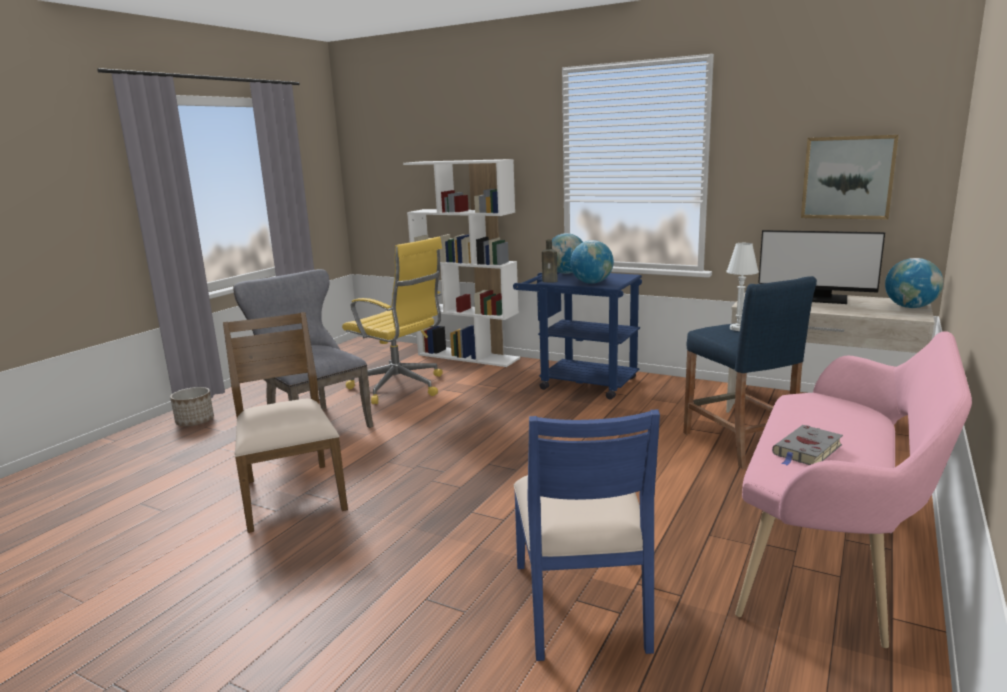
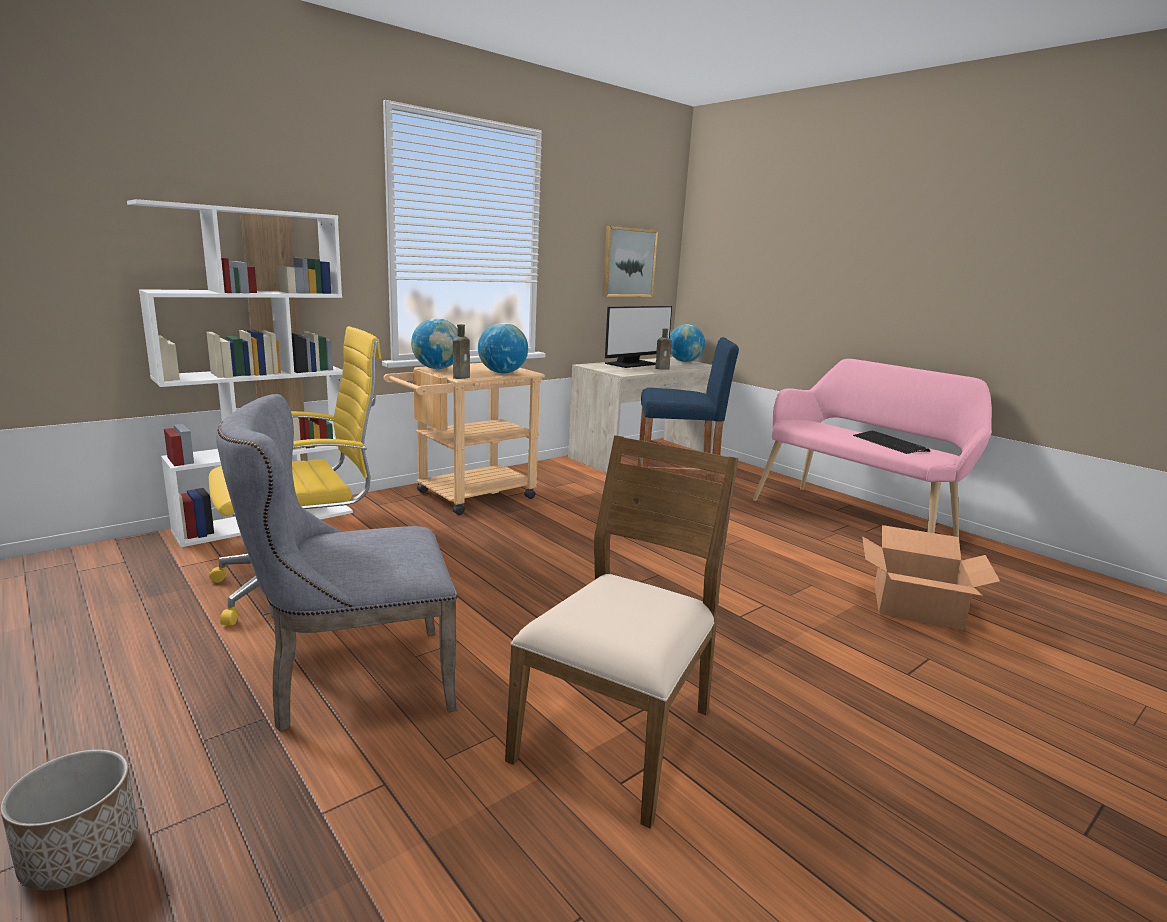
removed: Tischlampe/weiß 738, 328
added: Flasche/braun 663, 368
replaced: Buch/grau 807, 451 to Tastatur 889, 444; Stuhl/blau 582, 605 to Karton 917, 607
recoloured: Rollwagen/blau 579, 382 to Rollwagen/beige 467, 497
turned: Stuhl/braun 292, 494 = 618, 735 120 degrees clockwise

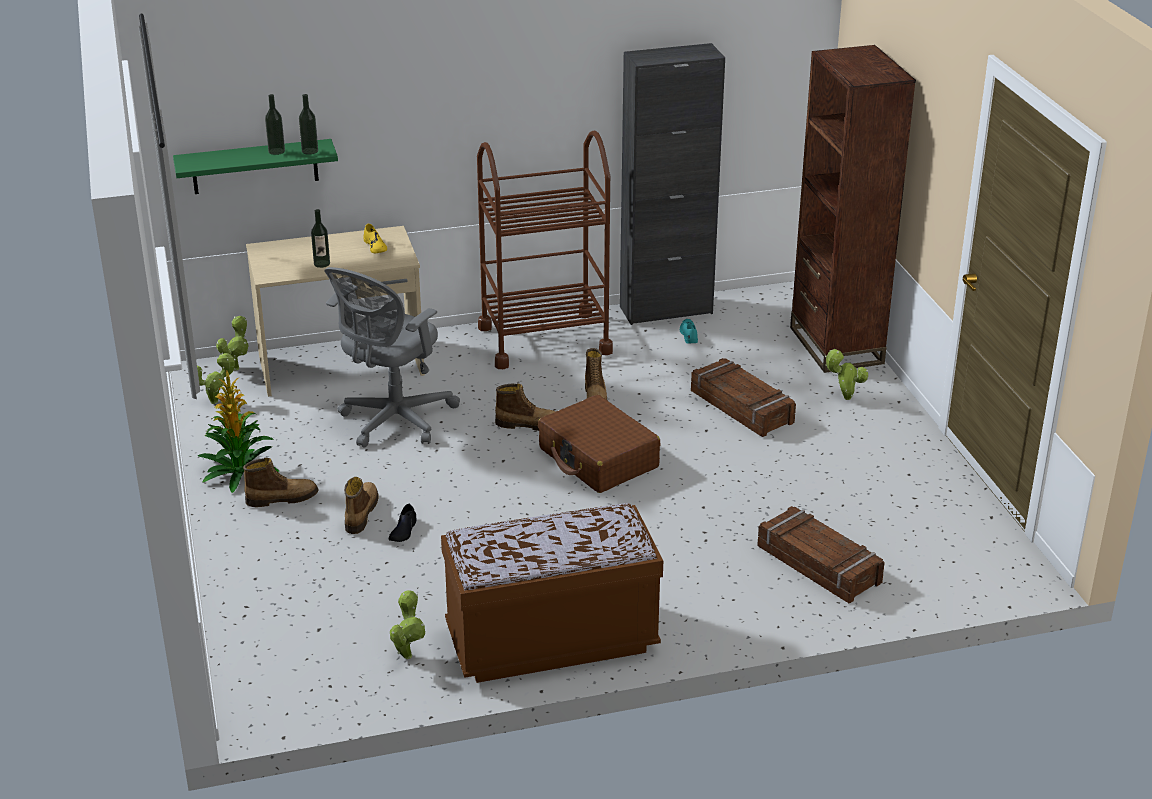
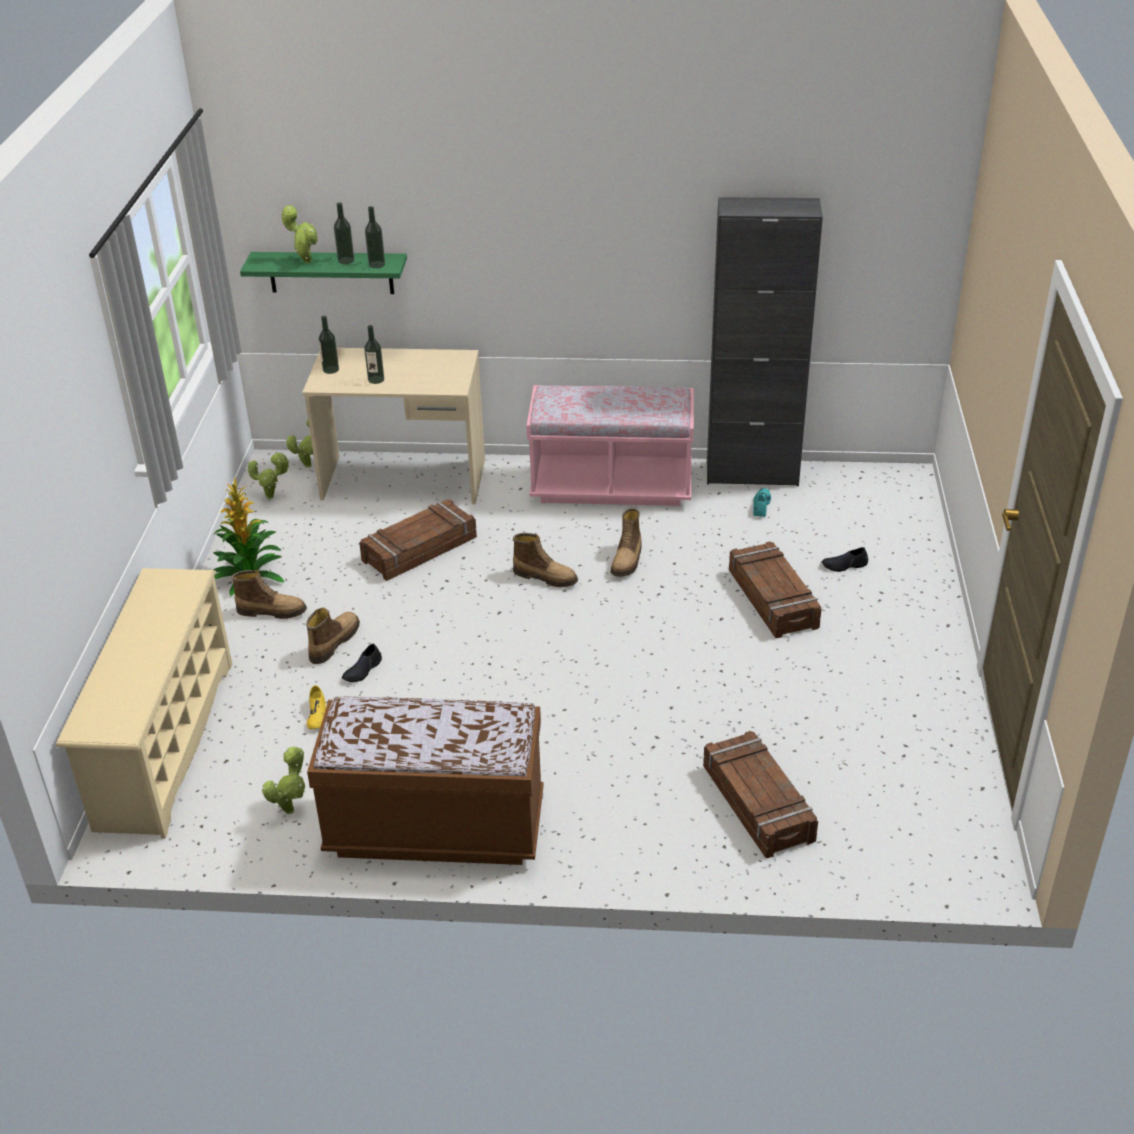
removed: Koffer/braun 598, 458; Bücherregal/braun 836, 345
added: Schuhregal/beige 163, 743; Flasche 331, 370; Schuh/schwarz 844, 565
moved: Topfpflanze 844, 398 to 305, 261; Schuh/gelb 375, 246 to 317, 715
replaced: Bürostuhl/grau 393, 421 to Kiste 419, 549; Rollwagen/braun 544, 340 to Bank/rosa 611, 486

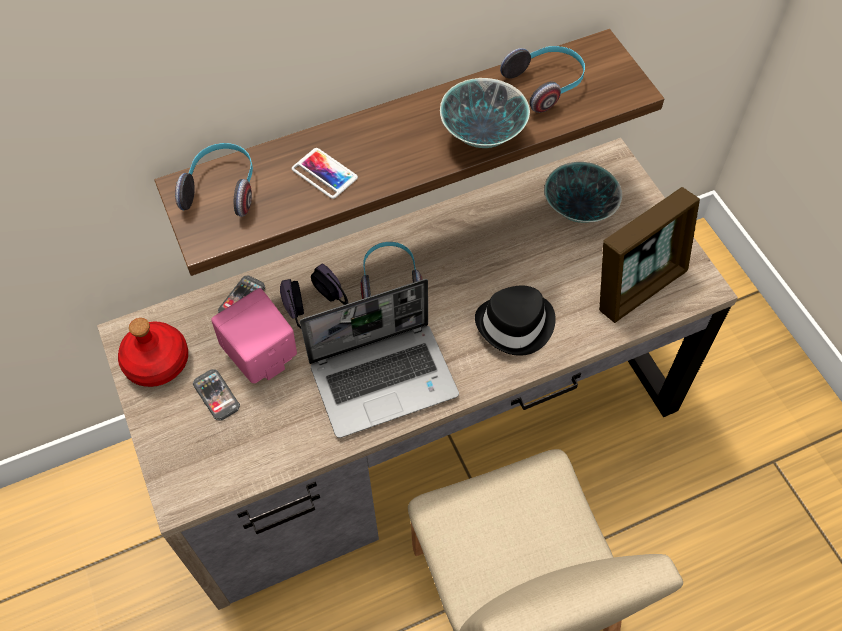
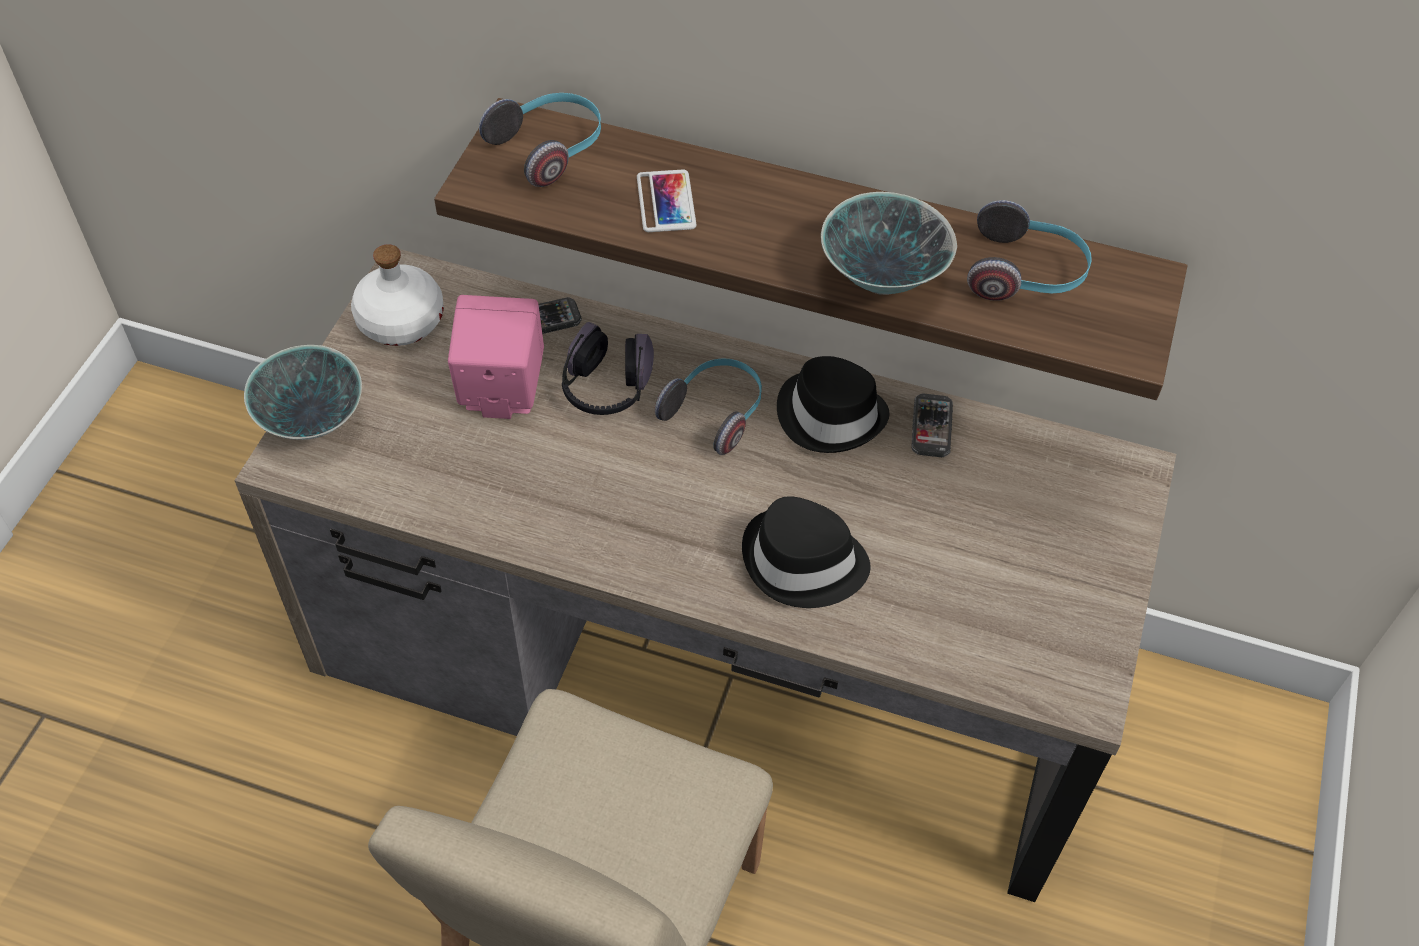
removed: Laptop 385, 378; Bilderrahmen 638, 285
added: Hut/schwarz 831, 415
moved: Schüssel 578, 211 to 312, 420; Handy 216, 395 to 931, 427
recoloured: Flasche/rot 157, 363 to Flasche/weiß 399, 321

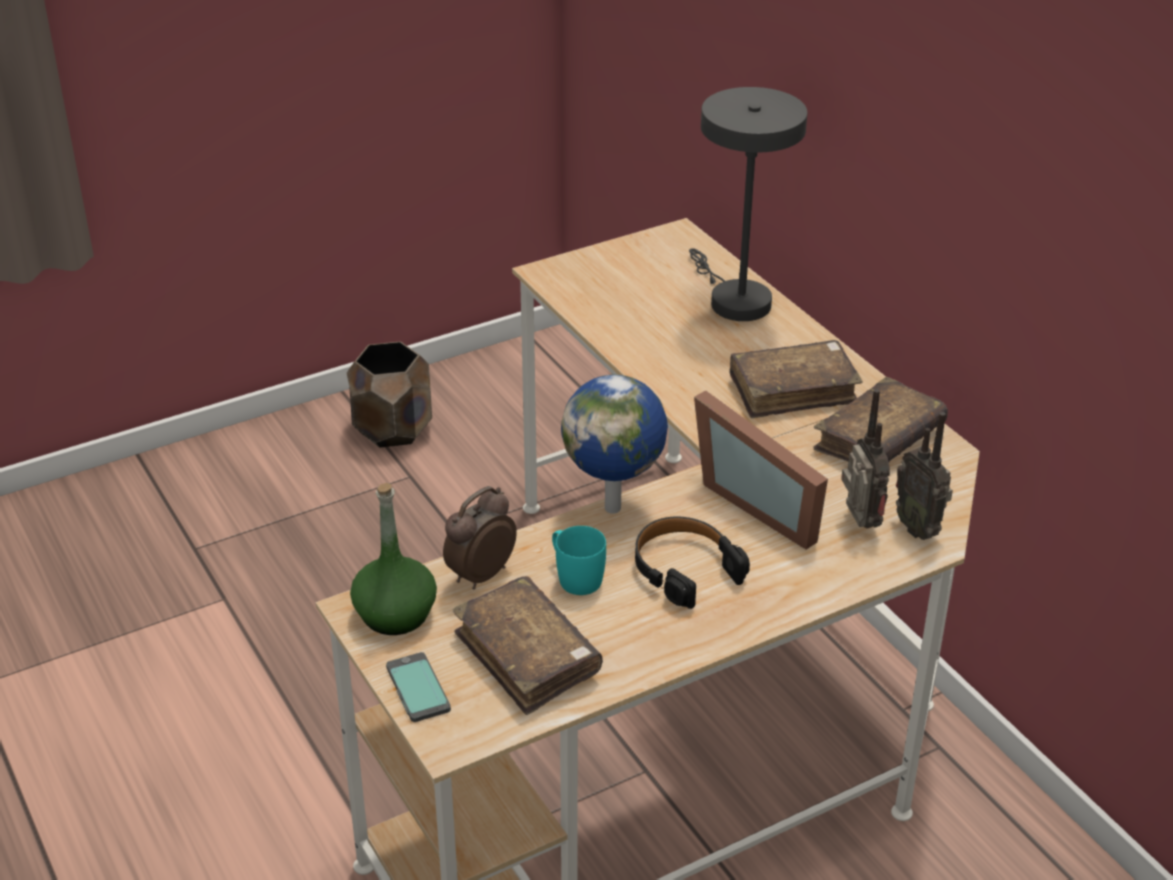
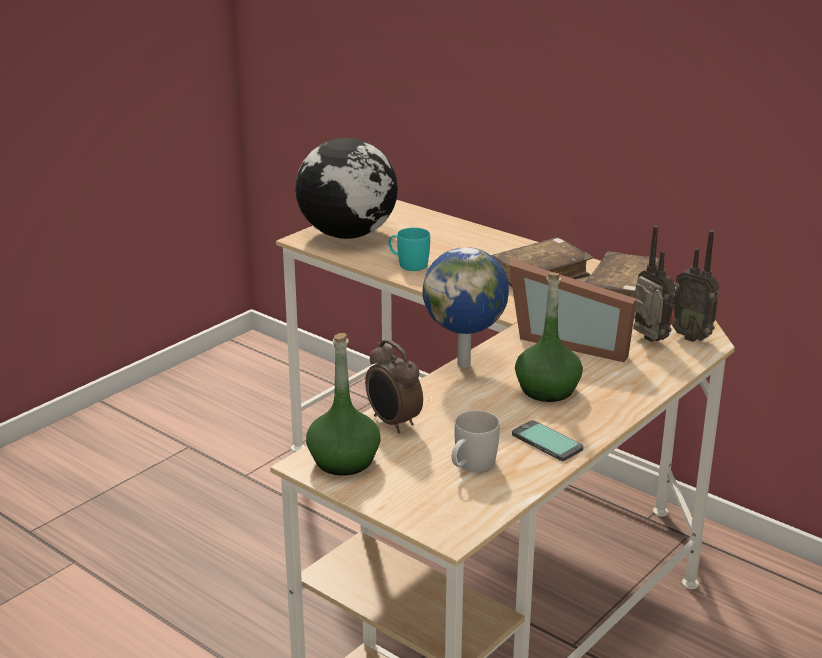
removed: Pflanzkübel/braun 393, 429; Tischlampe/grau 734, 299
added: Globus 348, 235
moved: Henkelbecher/türkis 574, 576 to 408, 264; Handy 417, 688 to 546, 442
replaced: Buch/braun 527, 657 to Henkelbecher/weiß 471, 466; Kopfhörer/schwarz 685, 569 to Flasche/grün 547, 390
turned: Wecker 479, 575 = 393, 423 60 degrees counterclockwise

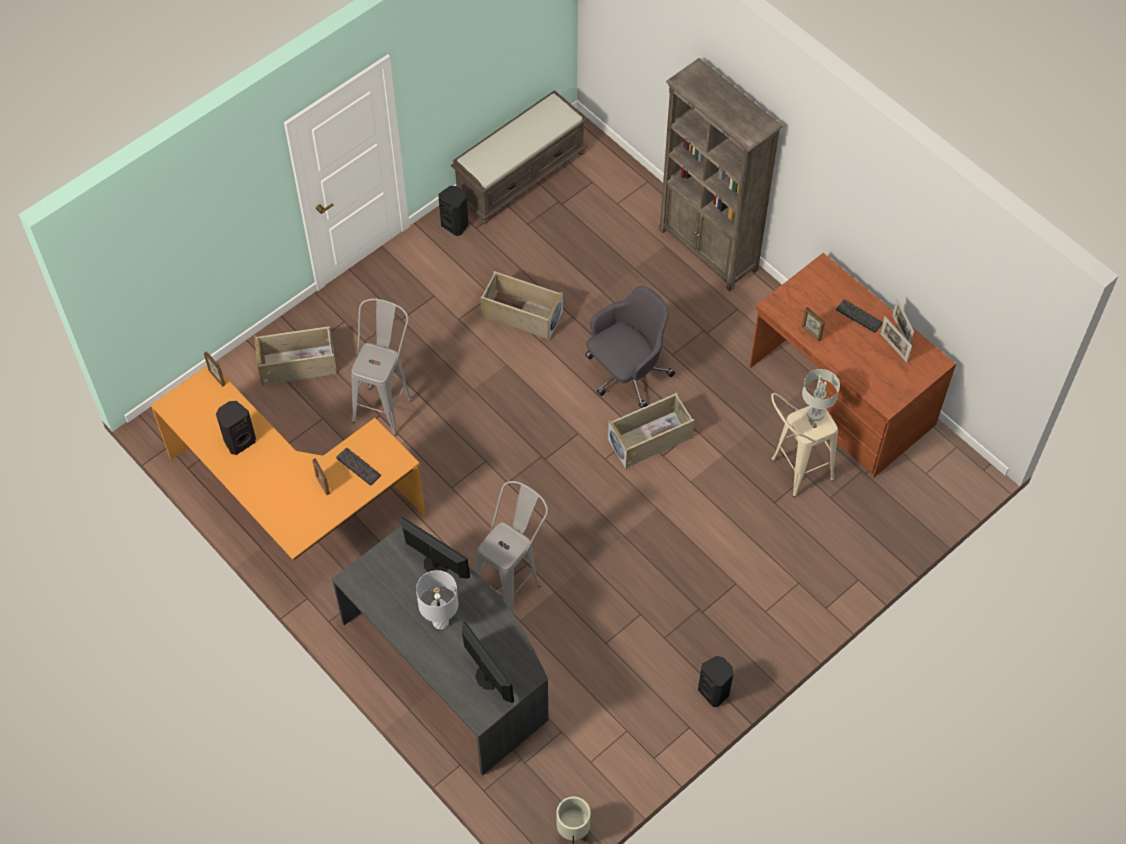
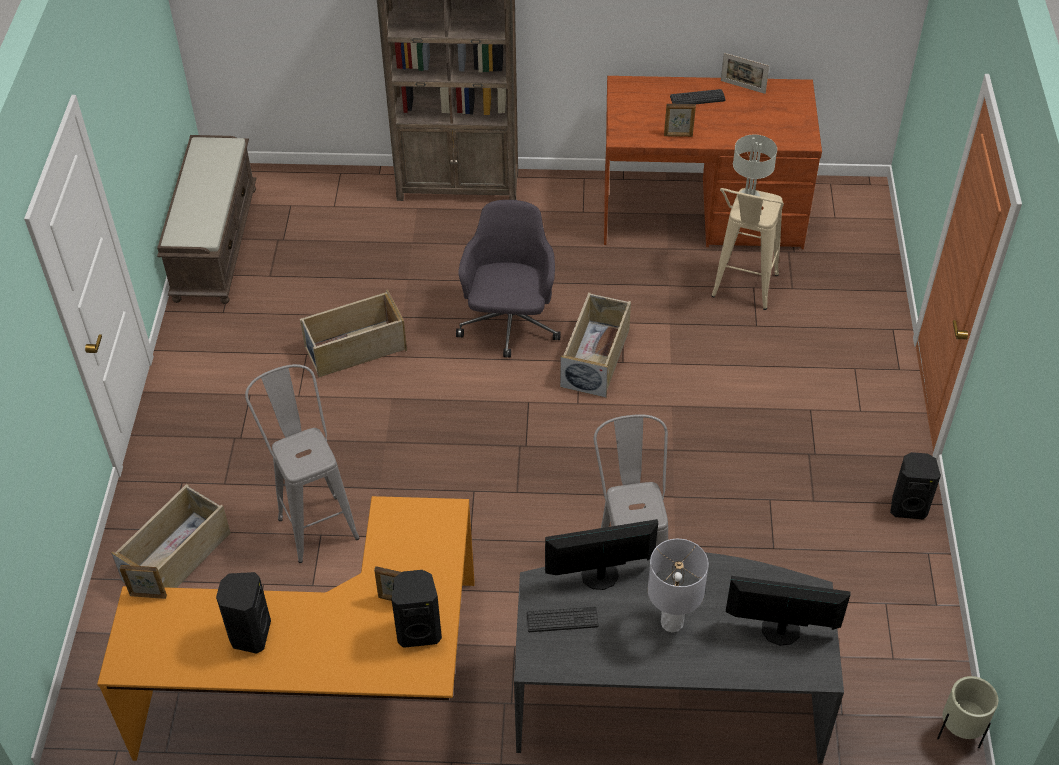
removed: Bilderrahmen 893, 348
moved: Lautsprecher/schwarz 455, 224 to 419, 631; Tastatur 358, 466 to 562, 620

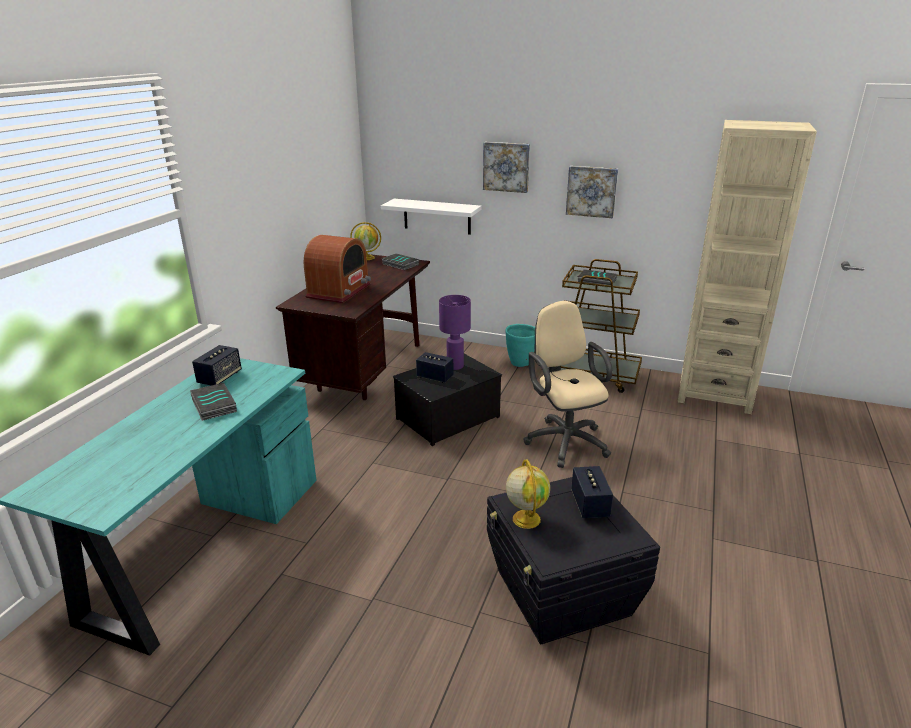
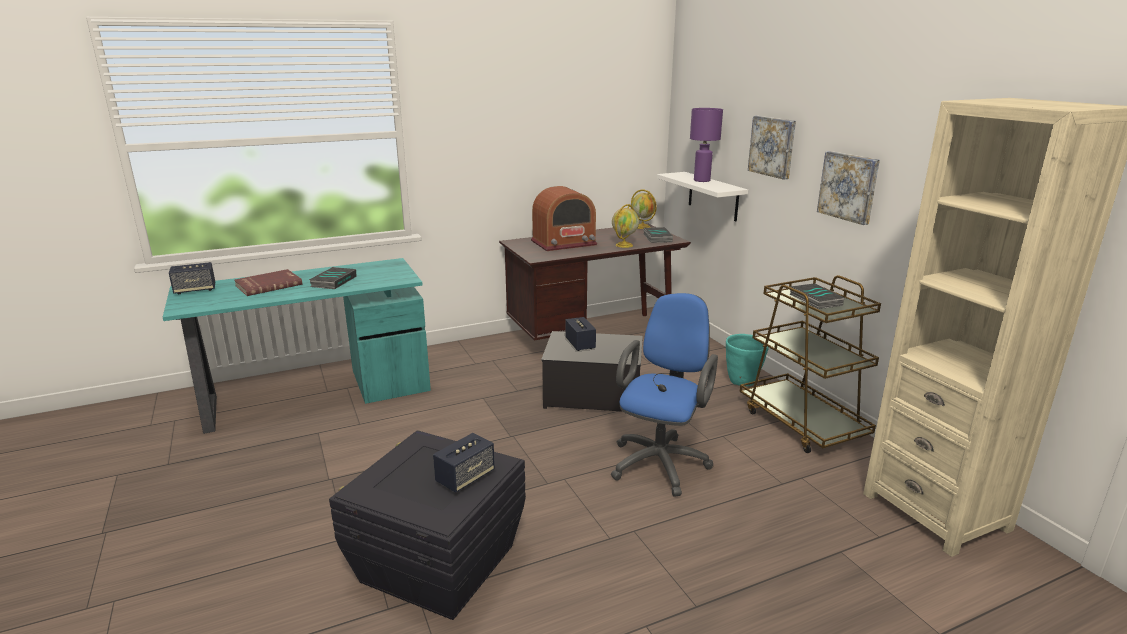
added: Buch/rot 268, 285
moved: Lautsprecher 220, 378 to 195, 290; Globus 526, 518 to 624, 245; Tischlampe/lila 454, 366 to 701, 180
recoloured: Bürostuhl/beige 564, 440 to Bürostuhl/blau 661, 461

